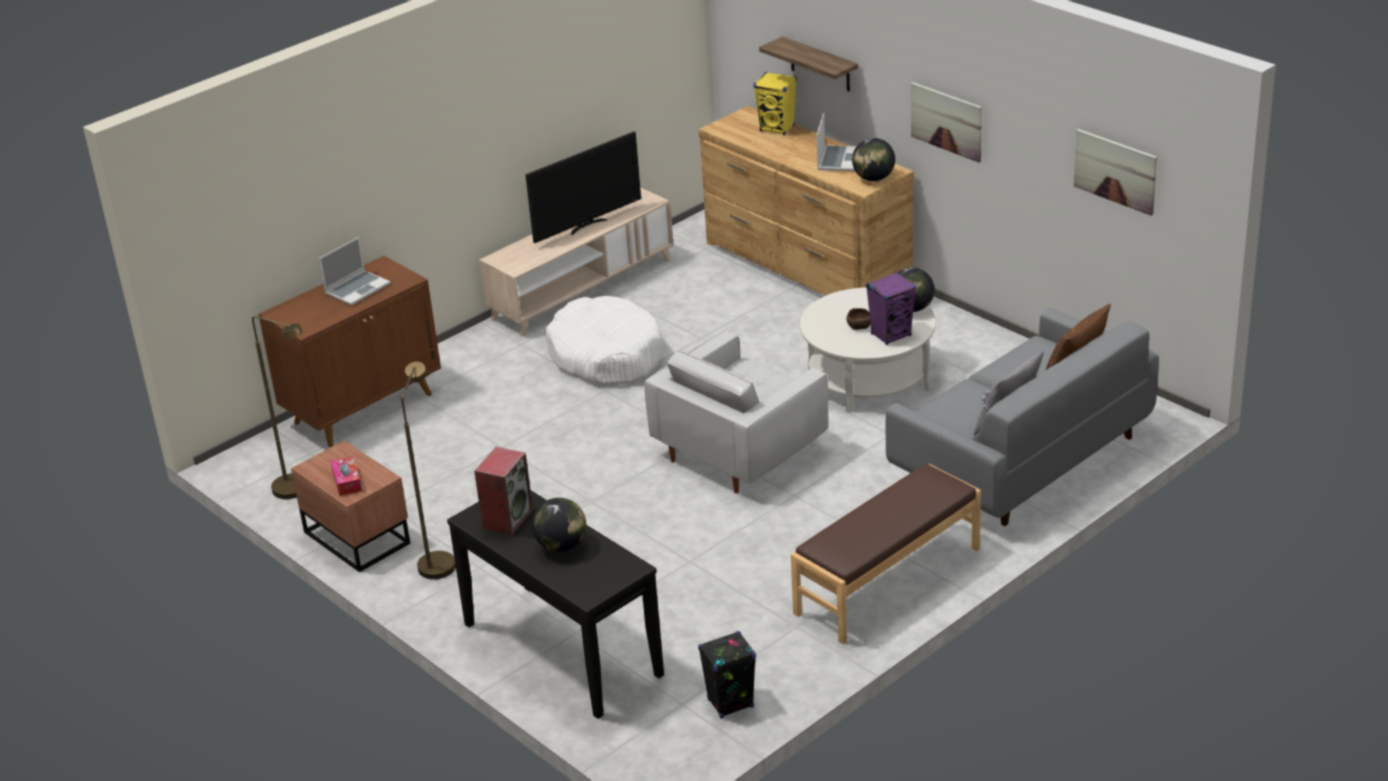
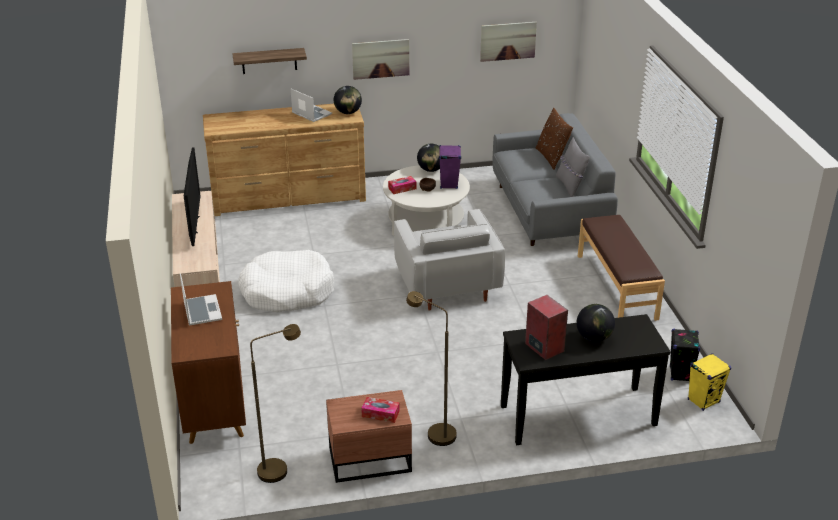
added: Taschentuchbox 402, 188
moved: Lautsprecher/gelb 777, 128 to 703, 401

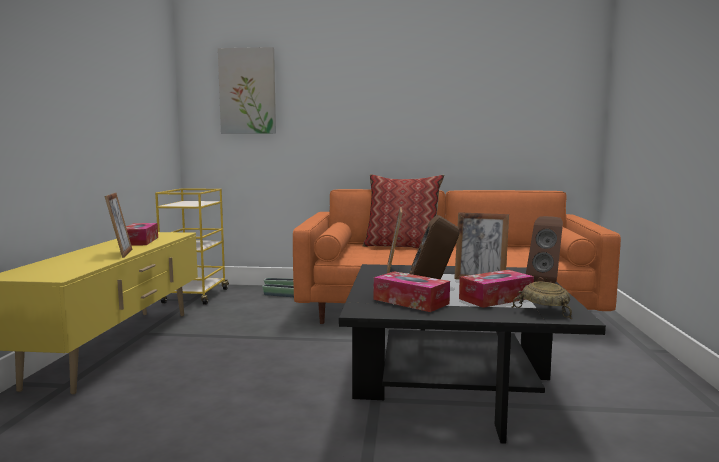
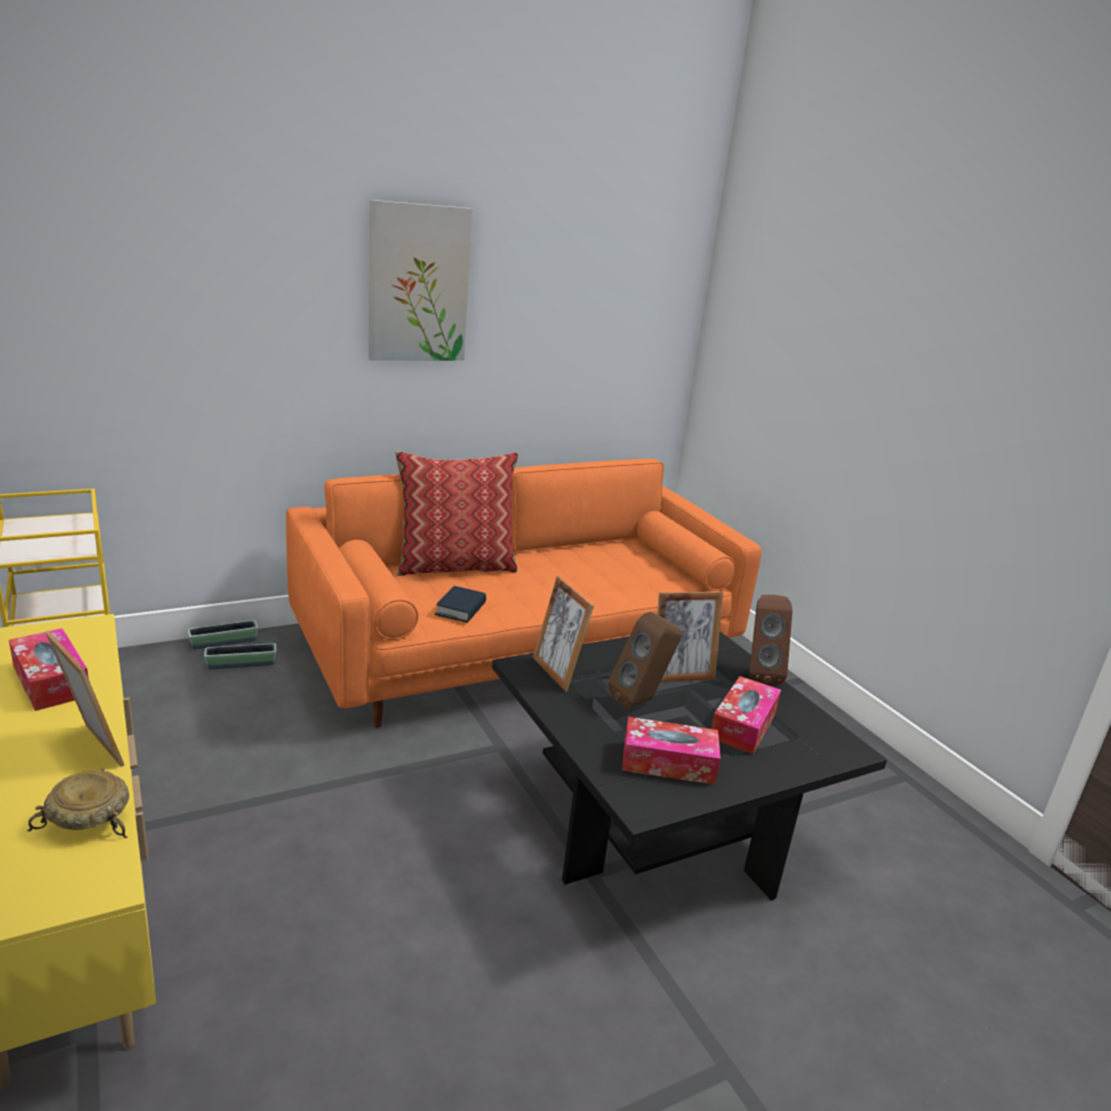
added: Buch 461, 609
moved: Schüssel/beige 543, 311 to 87, 820; Bild 247, 91 to 418, 284

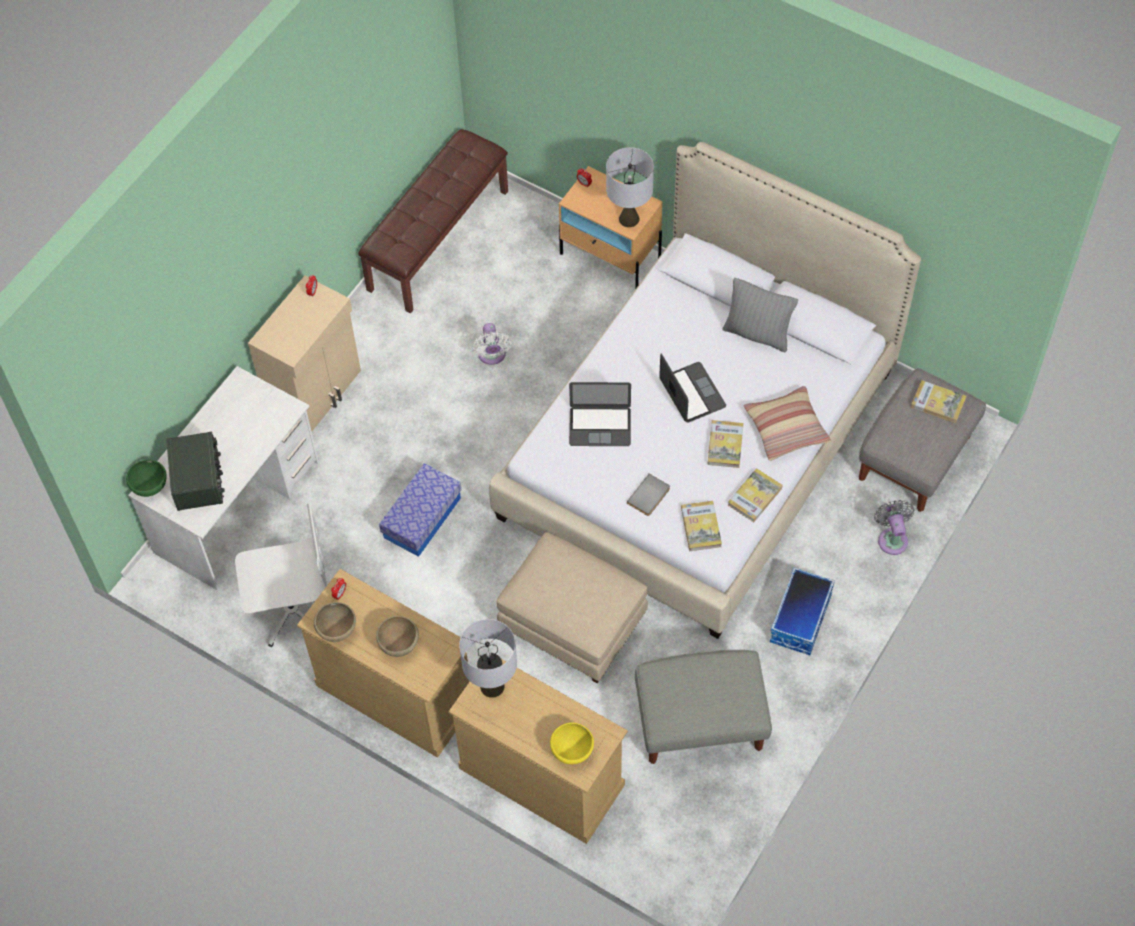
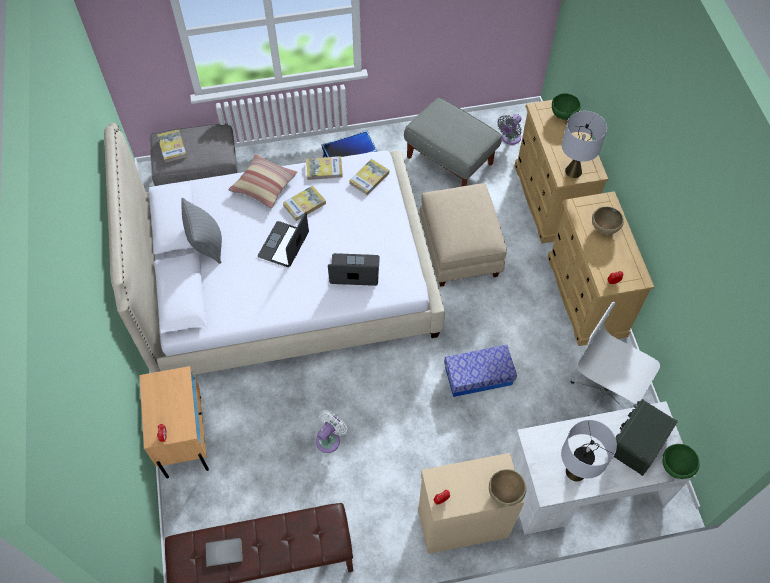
moved: Buch/grau 649, 496 to 224, 551; Schüssel/braun 337, 631 to 505, 493; Ventilator/grau 892, 538 to 509, 138; Tischlampe/grau 629, 218 to 575, 472
recoloured: Schüssel/gelb 572, 752 to Schüssel/grün 563, 115
turned: Laptop 600, 426 = 354, 270 45 degrees counterclockwise

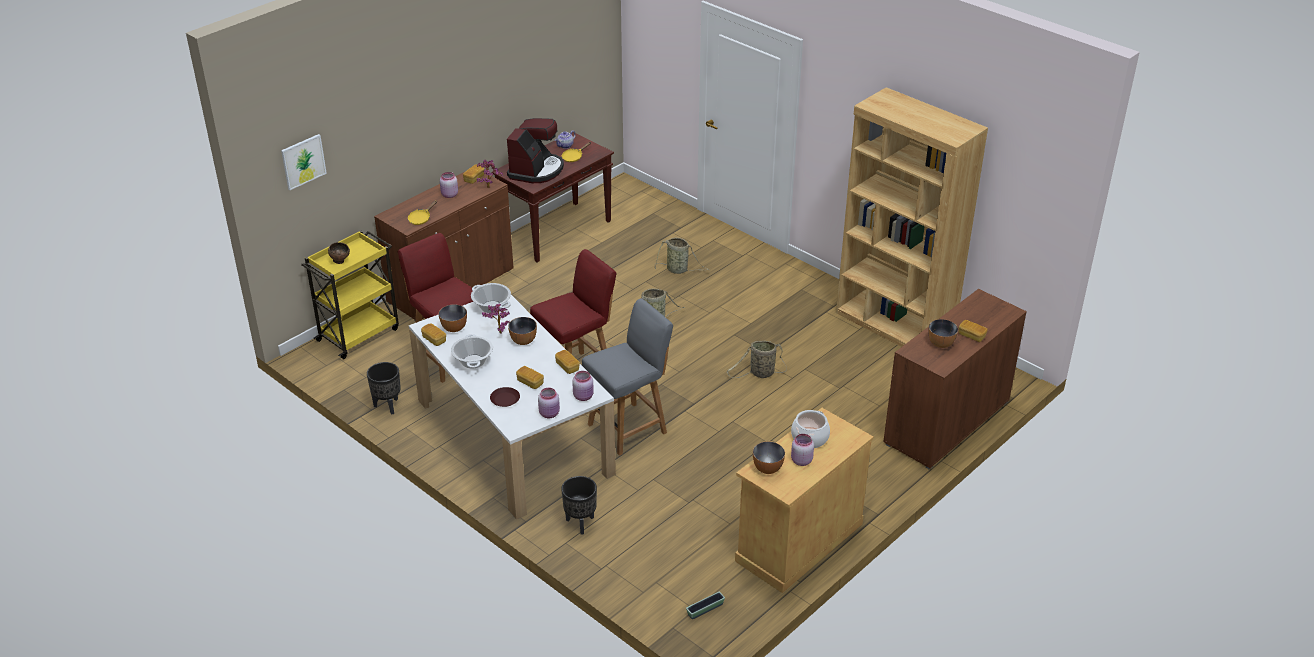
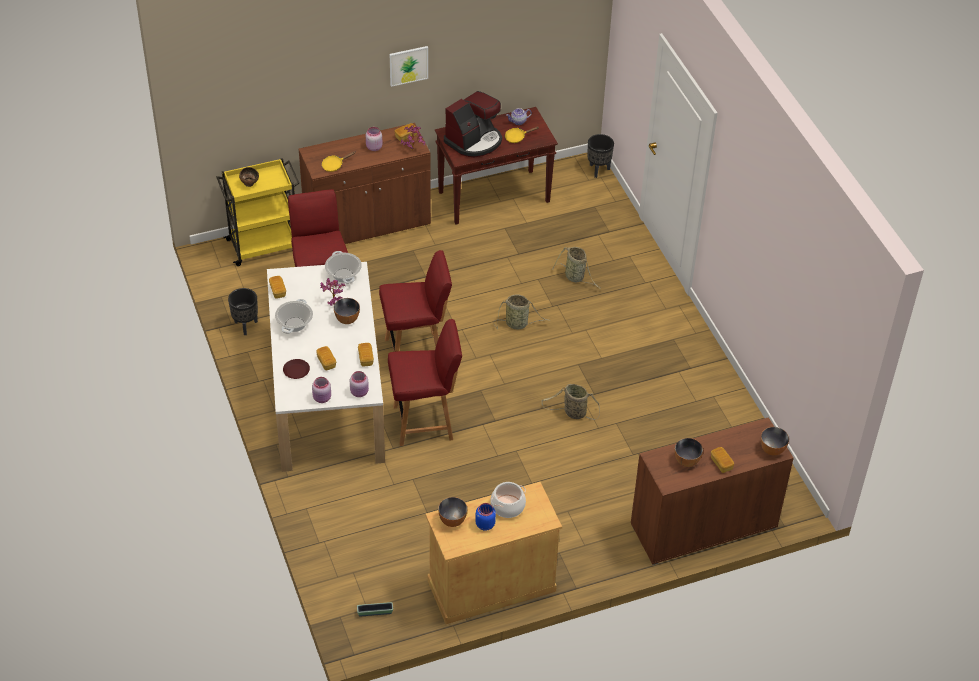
removed: Bücherregal/braun 894, 326
moved: Bild 303, 161 to 408, 65; Pflanzkübel/schwarz 581, 523 to 598, 170; Schüssel 454, 328 to 772, 450
recoloured: Stuhl/grau 629, 428 to Stuhl/rot 425, 422; Vorratsglas/rosa 801, 461 to Vorratsglas/blau 484, 524

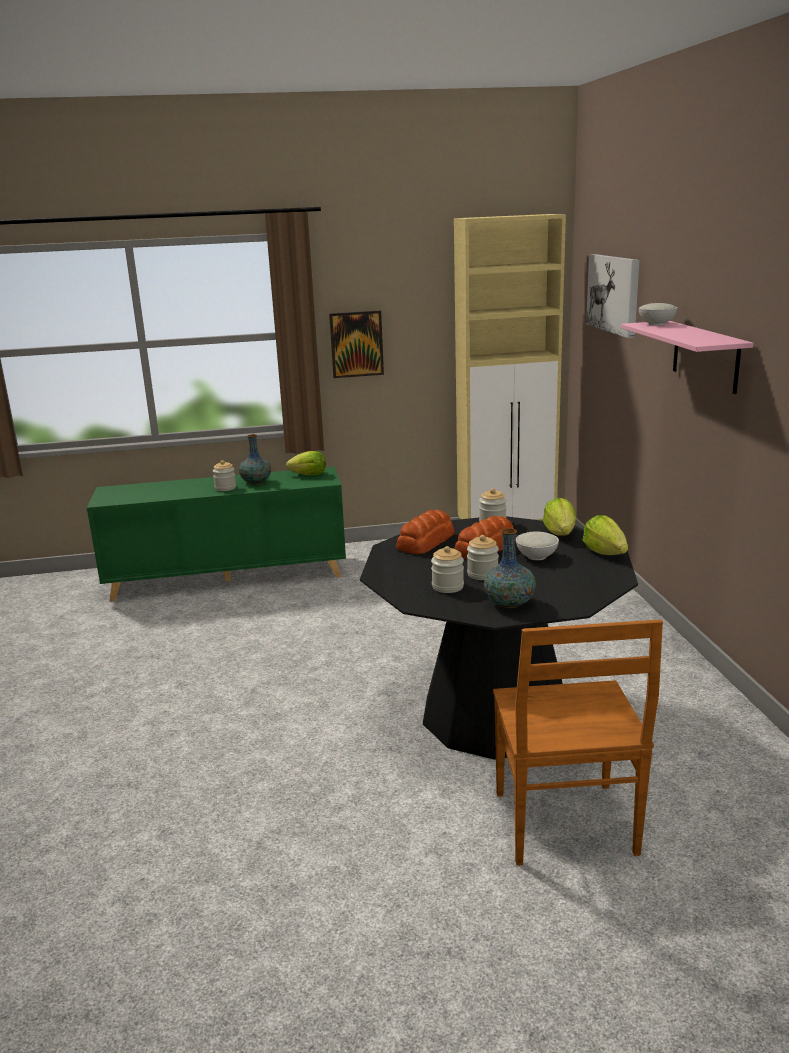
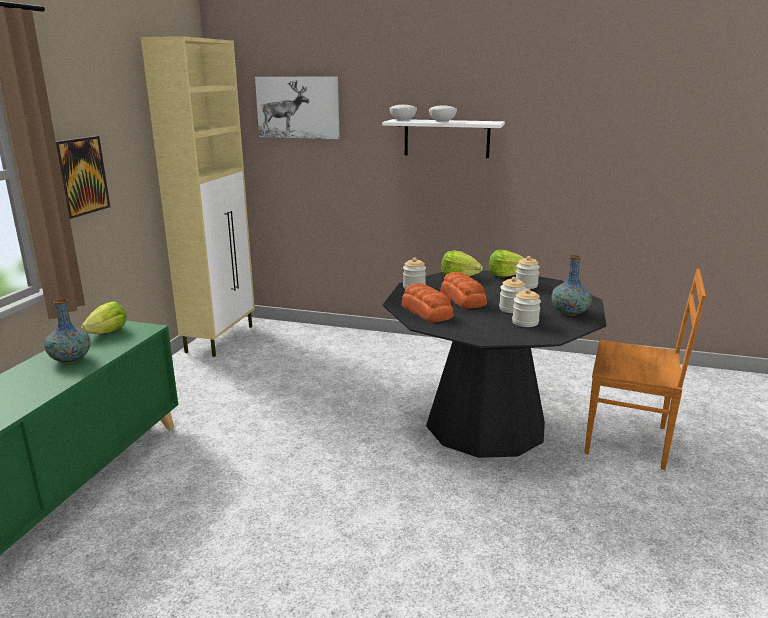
moved: Schüssel/weiß 537, 556 to 442, 121; Vorratsglas 225, 488 to 526, 285
recoloured: Wandregal/rosa 705, 356 to Wandregal/weiß 446, 138

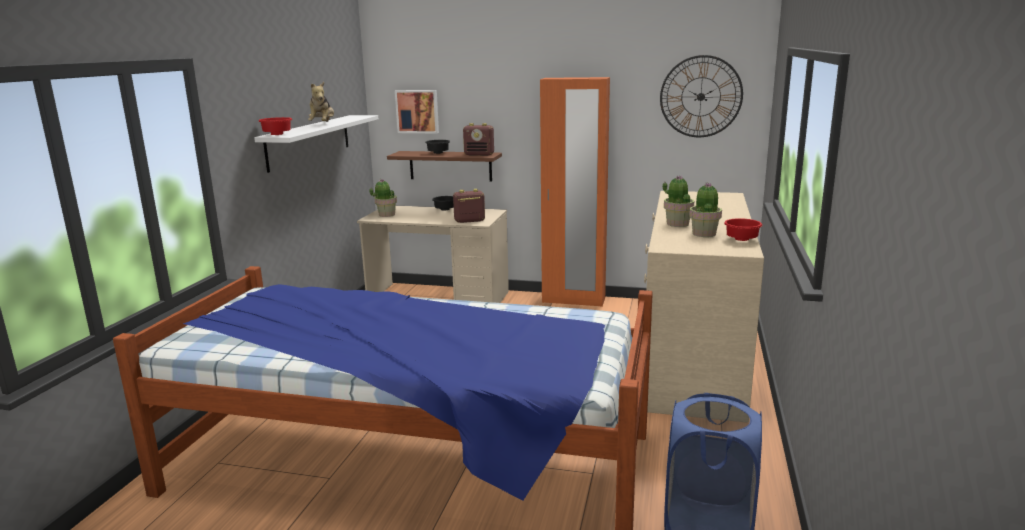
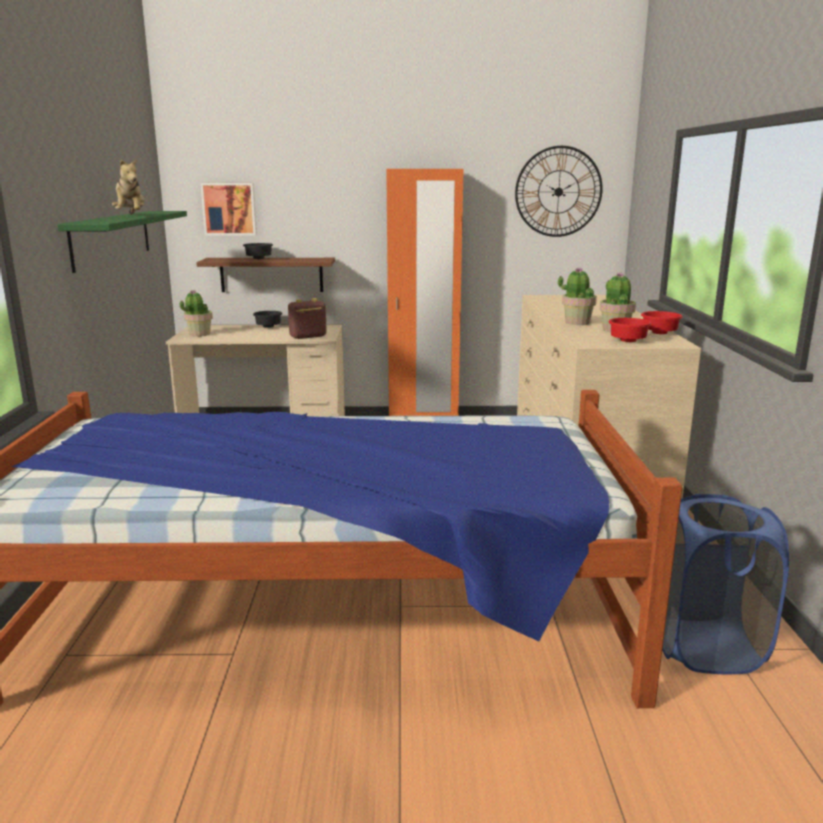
removed: Radio 479, 154
moved: Schüssel/rot 276, 135 to 628, 341
recoloured: Wandregal/weiß 309, 141 to Wandregal/grün 112, 238

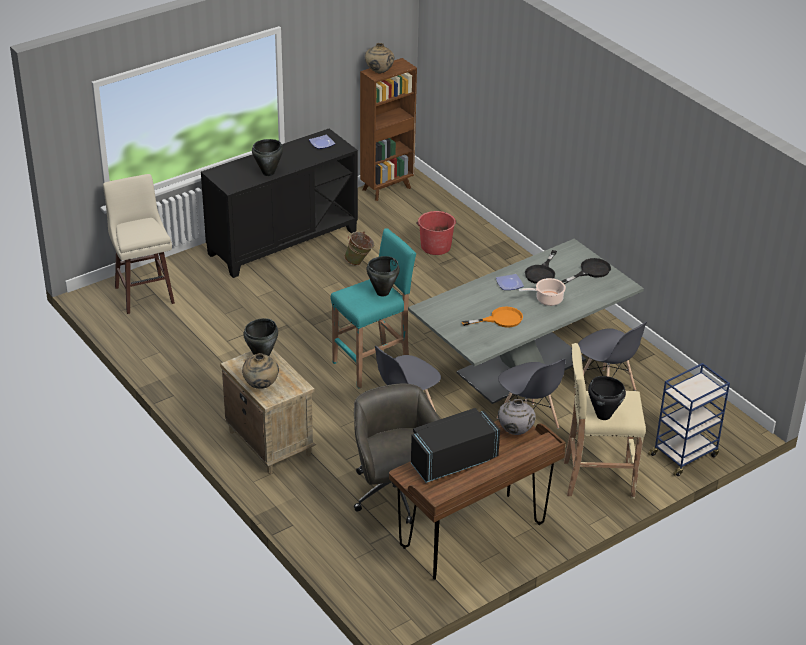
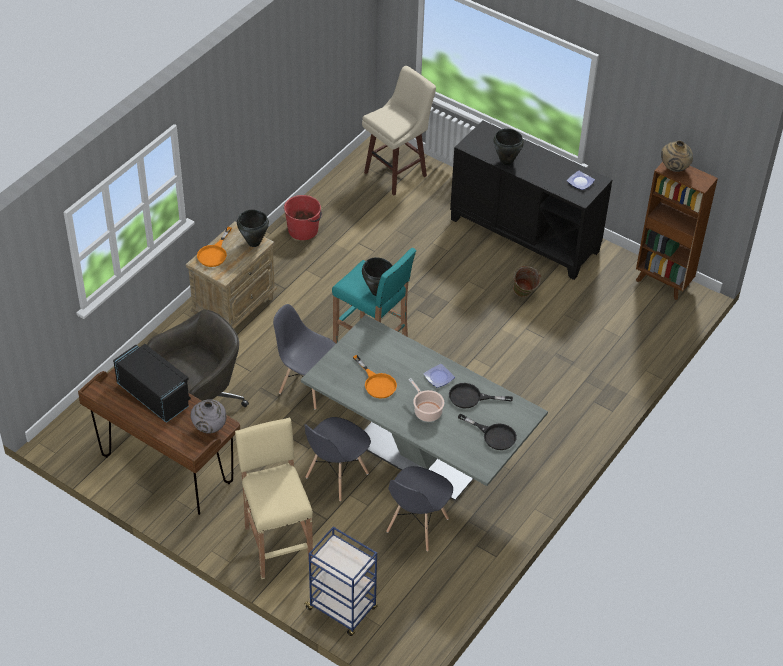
removed: Kochtopf/schwarz 603, 415
moved: Eimer/rot 435, 246 to 303, 230
replaced: Vase/beige 261, 386 to Pfanne/orange 214, 253

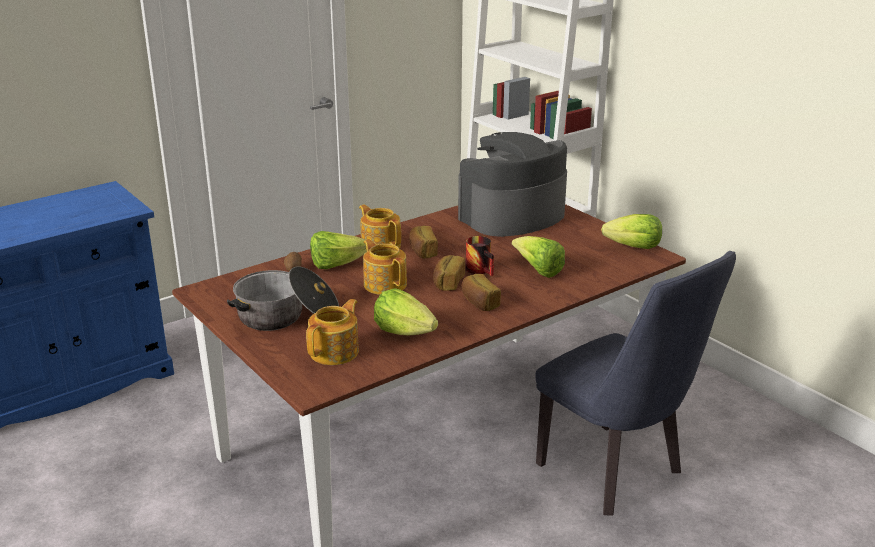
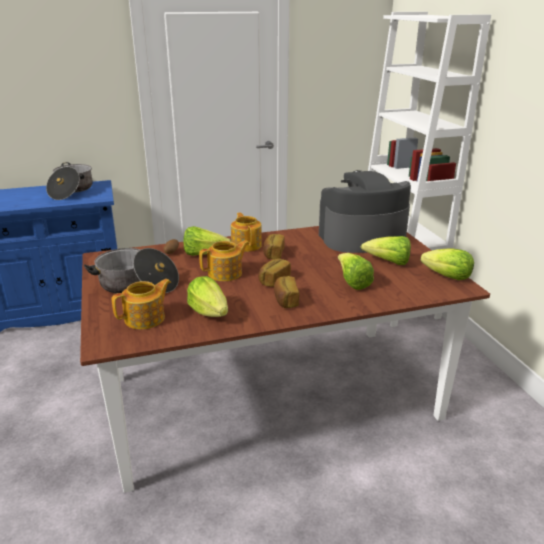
removed: Henkelbecher 482, 270; Stuhl/blau 617, 474
added: Kochtopf 71, 190; Salatkopf 388, 262
turned: Teekanne 385, 284 = 226, 273 75 degrees clockwise

